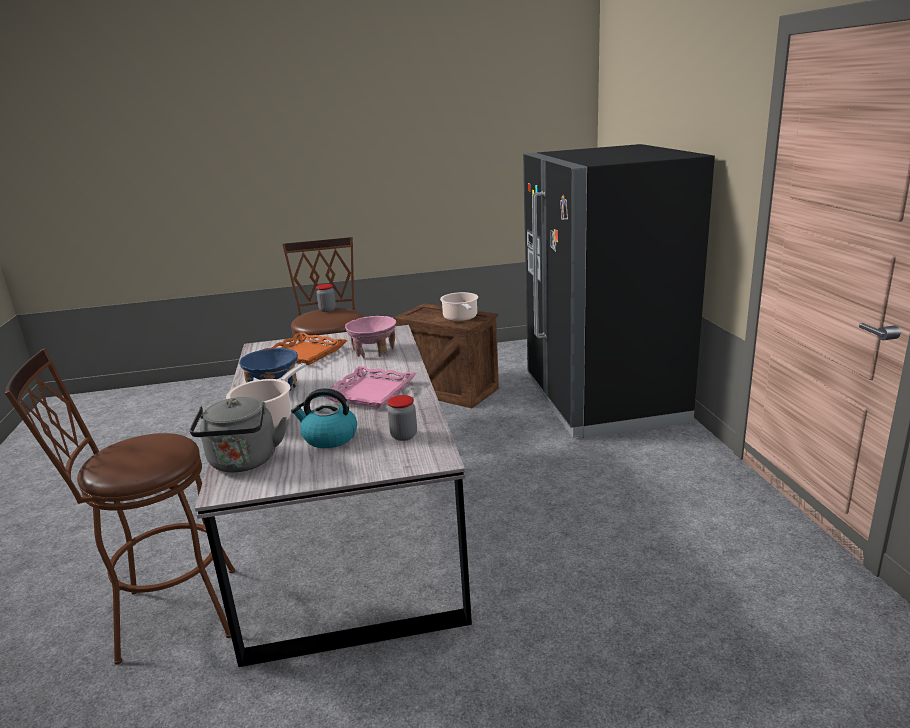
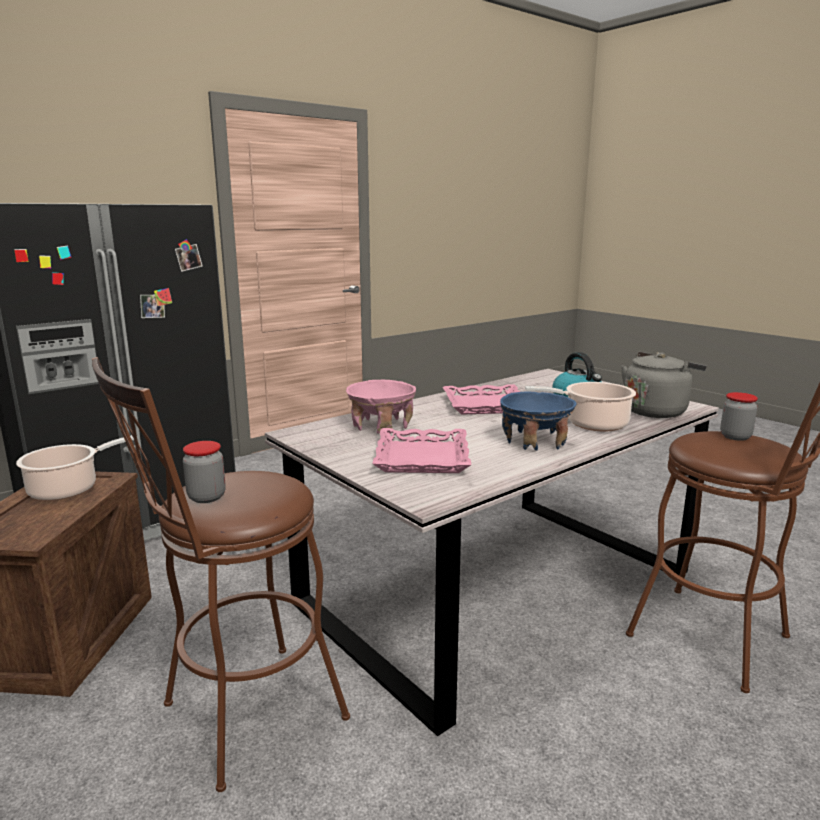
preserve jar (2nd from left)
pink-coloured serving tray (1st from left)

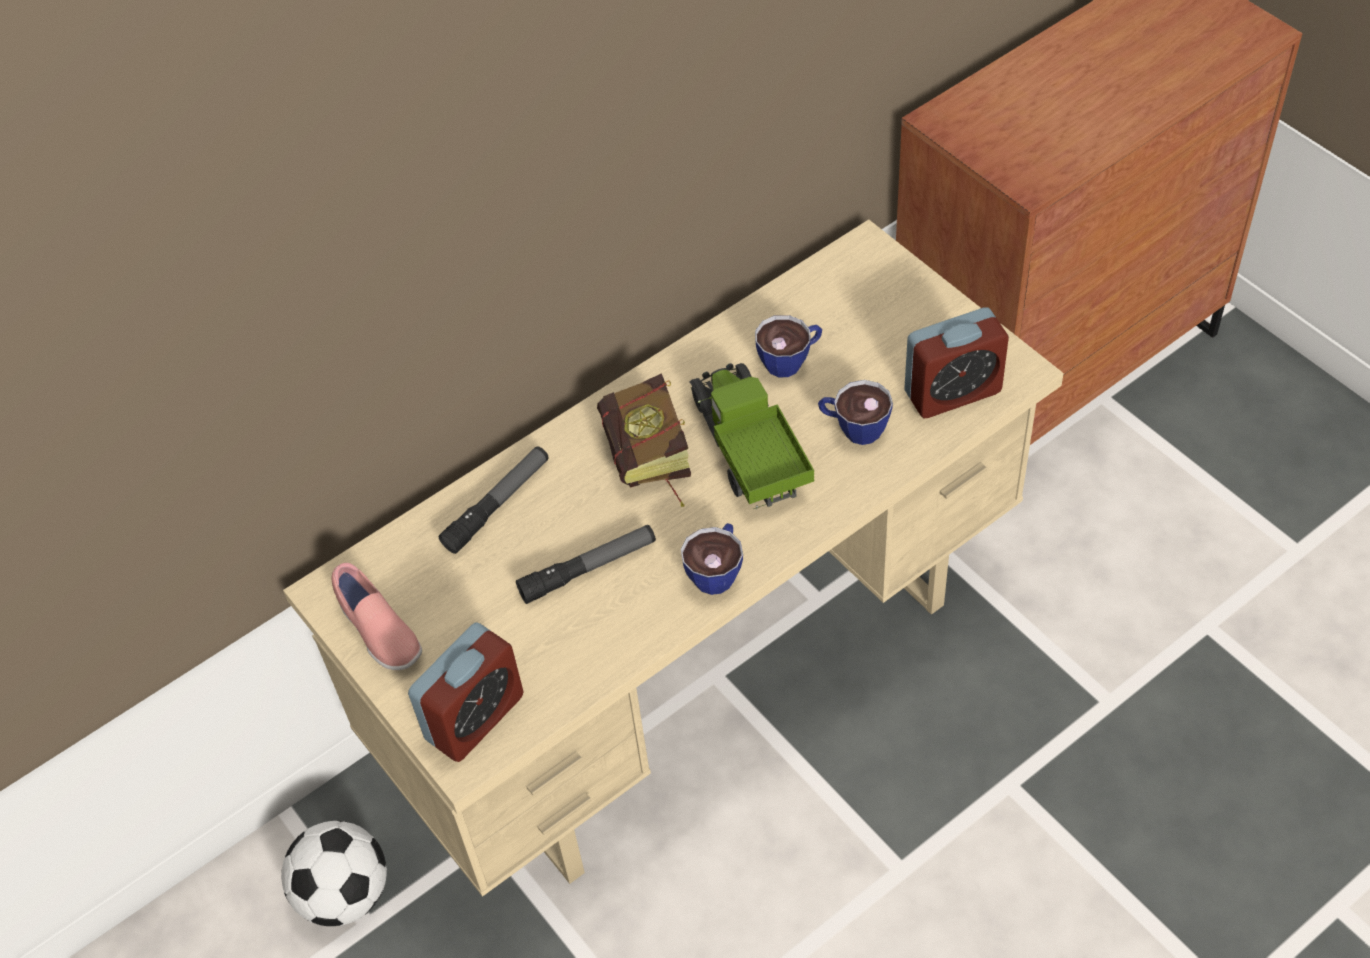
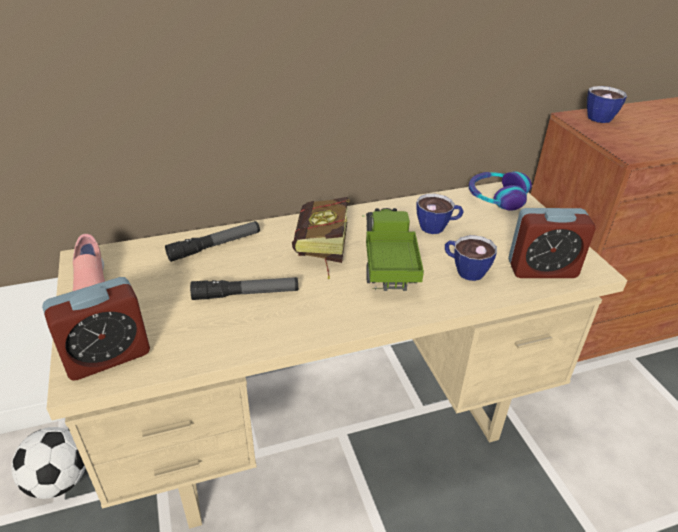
headphones
cup (3rd from left)

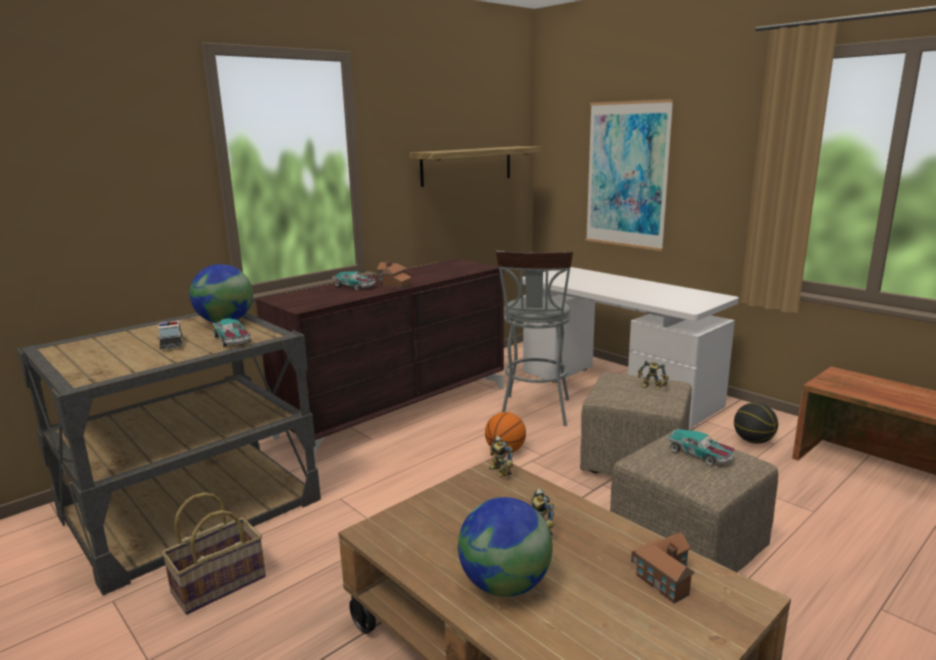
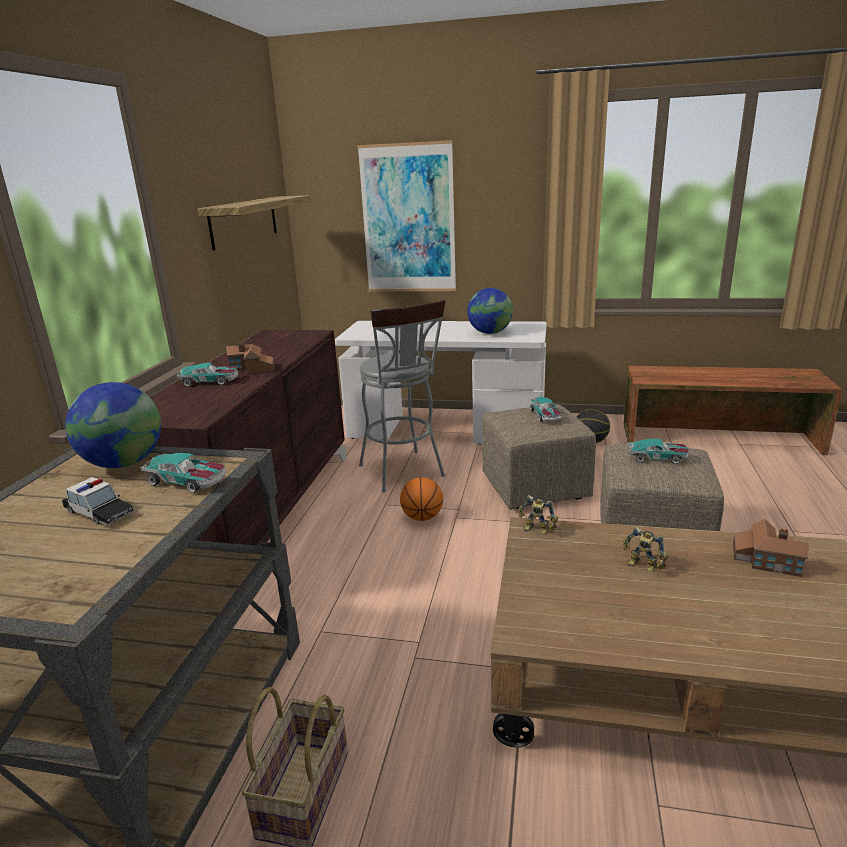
desk globe (2nd from left)
miniature car (4th from left)

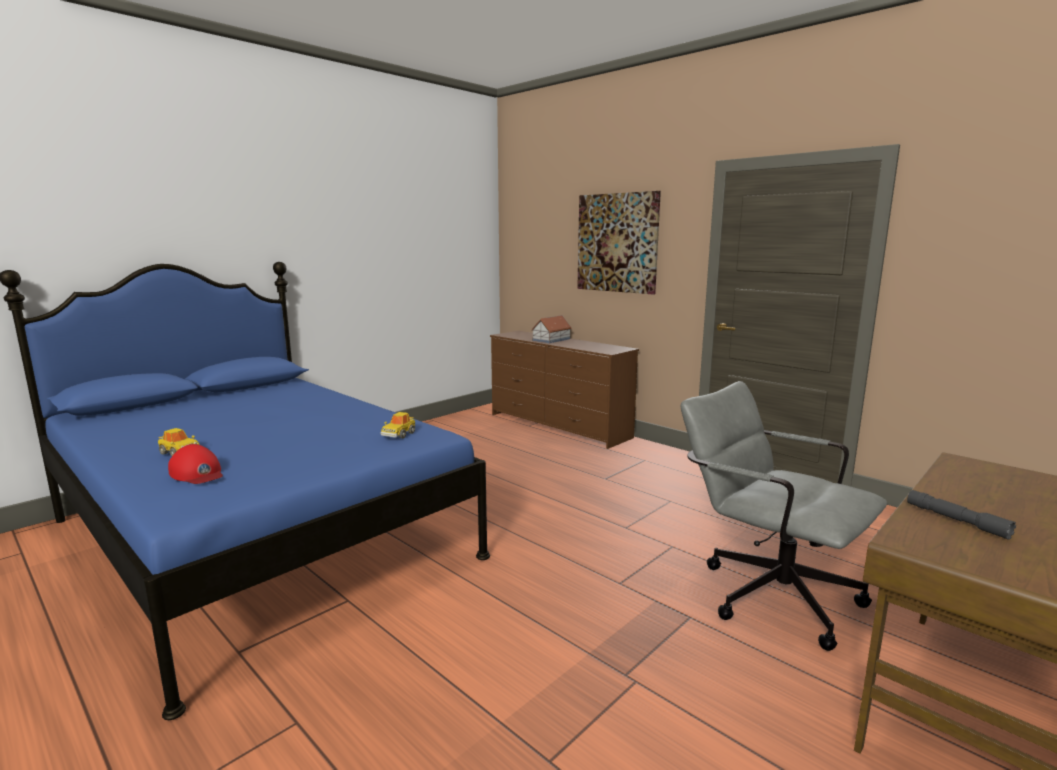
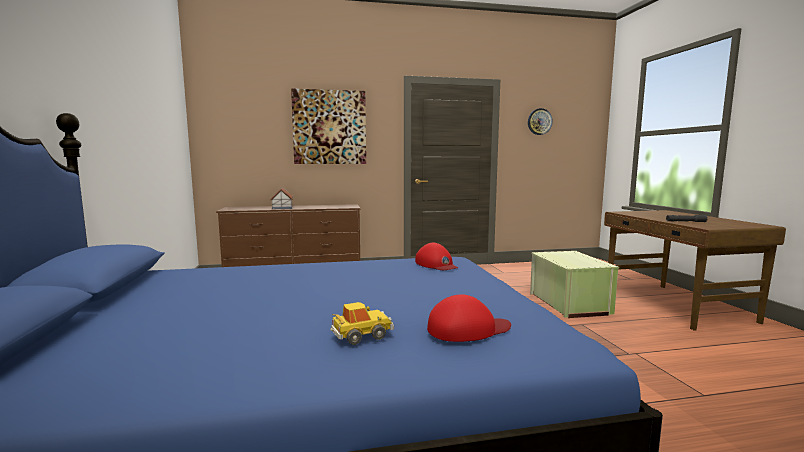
clock on the wall
red-coloured cap (1st from left)
greenish storage bin

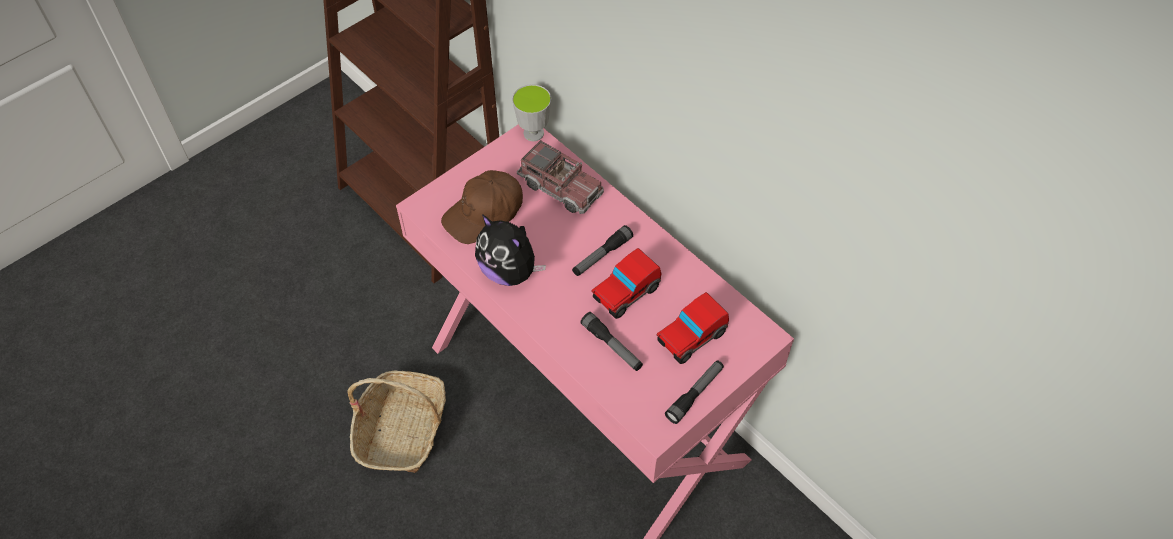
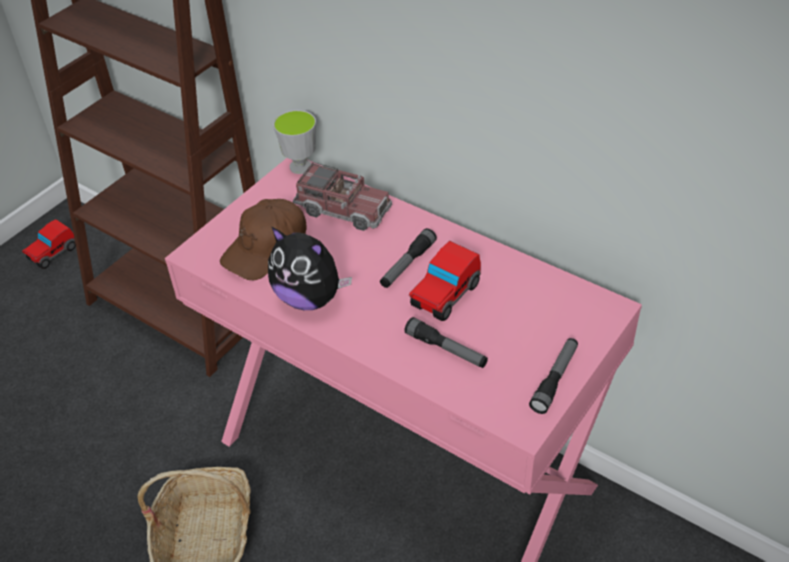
miniature car (1st from left)

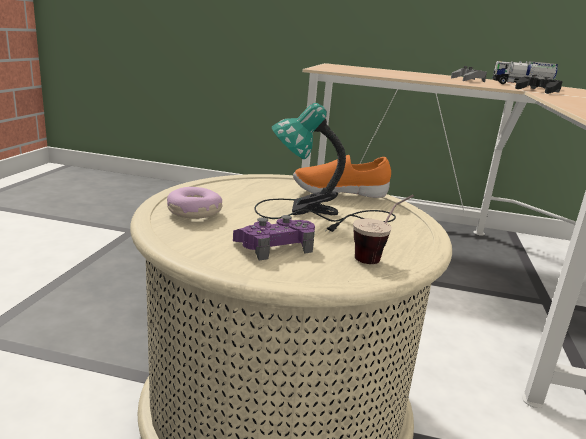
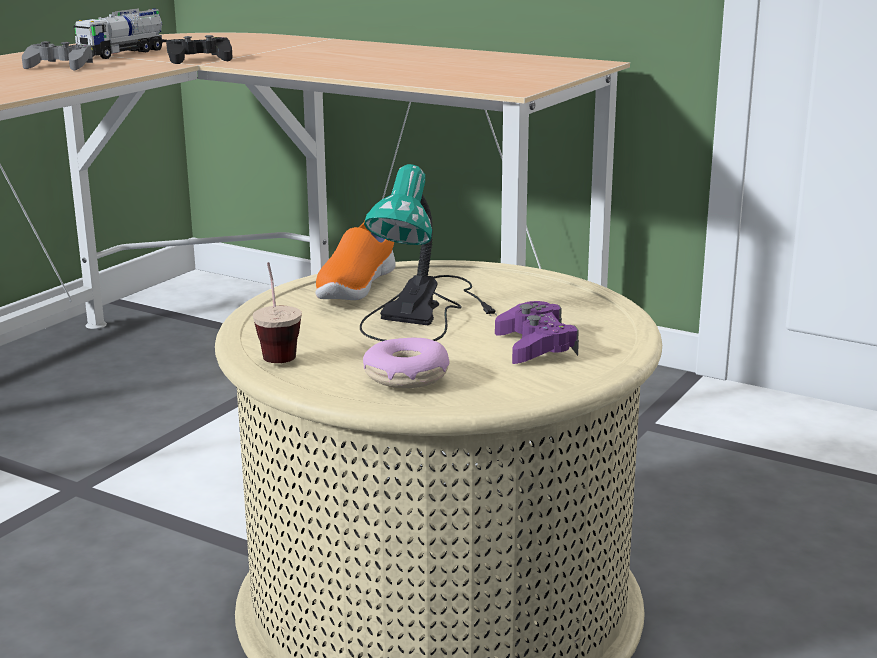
cup

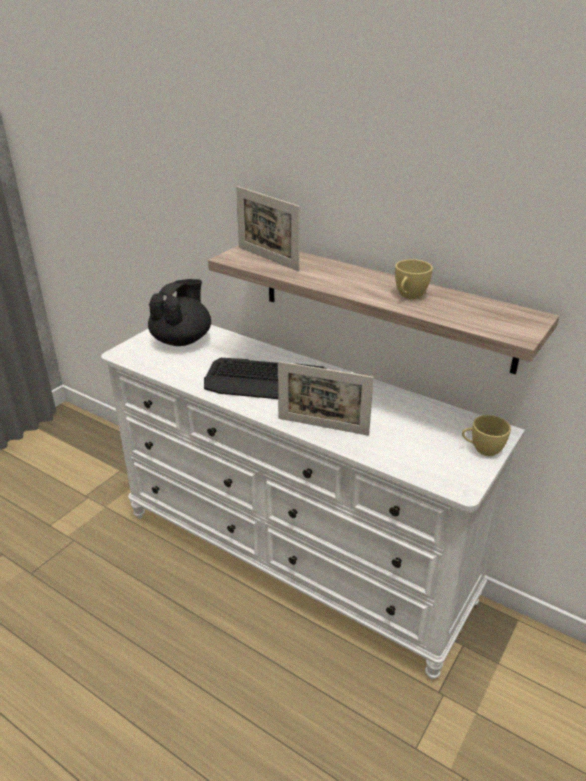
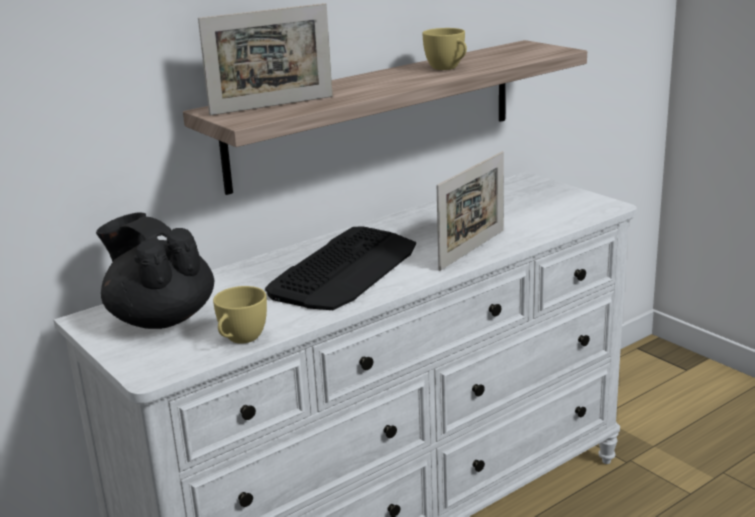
yellowish cup (1st from left)

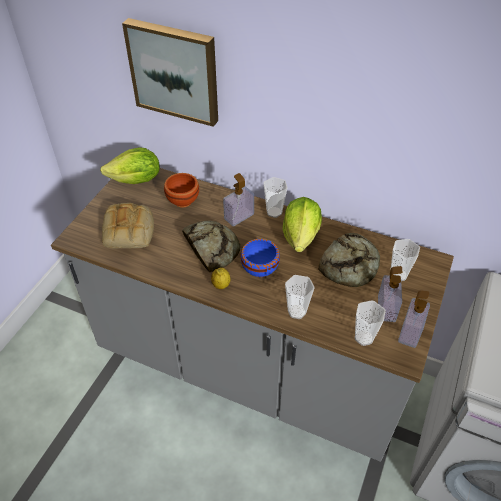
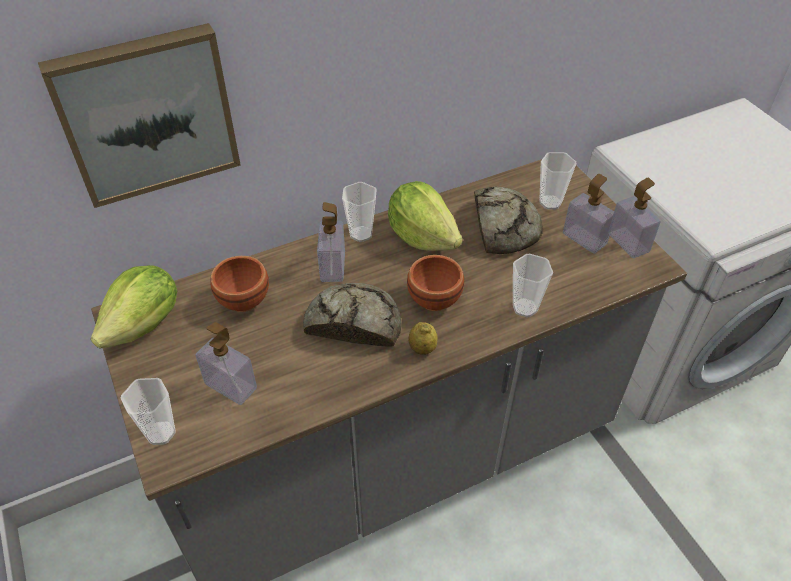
cup (1st from left)
soap bottle (1st from left)
brownish bowl (2nd from left)

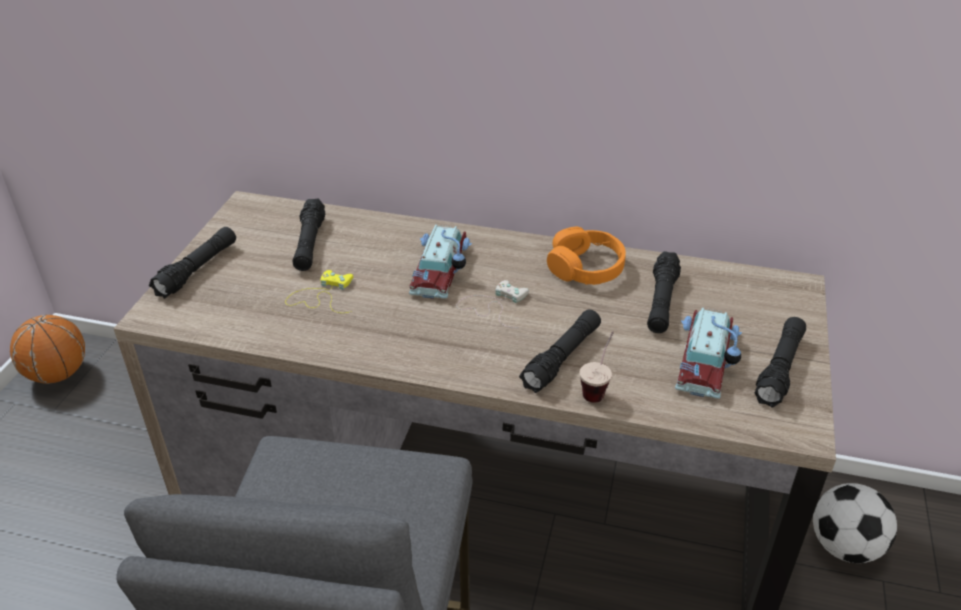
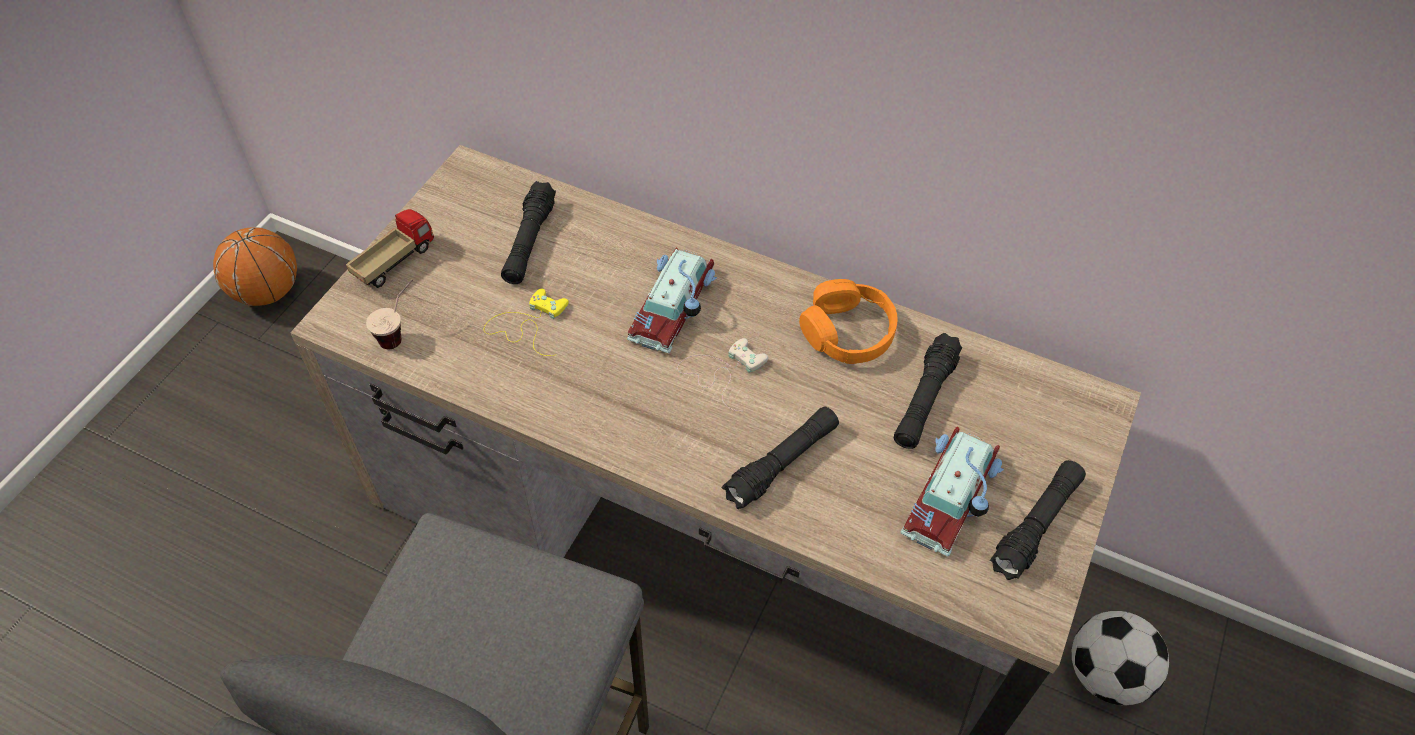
cup
toy truck

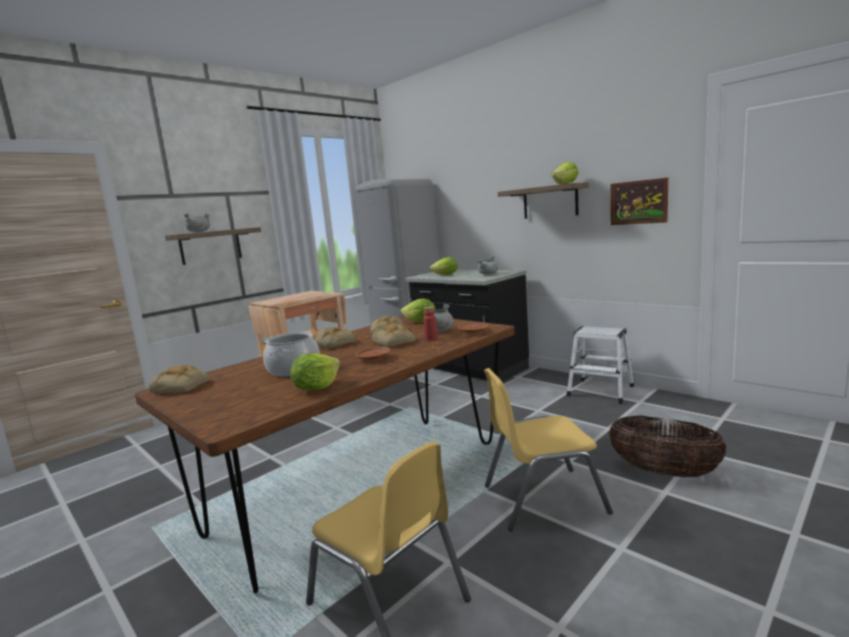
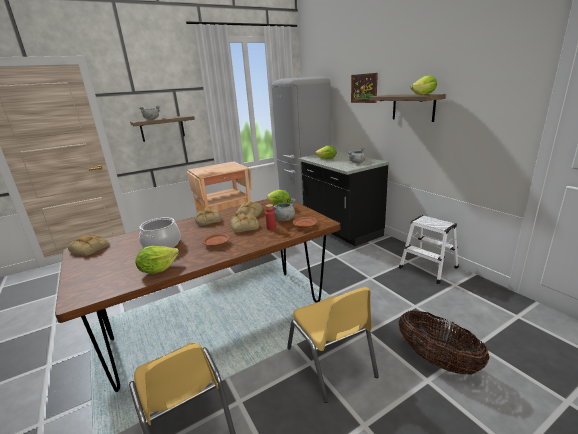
picture
yellowish chair (2nd from left)

